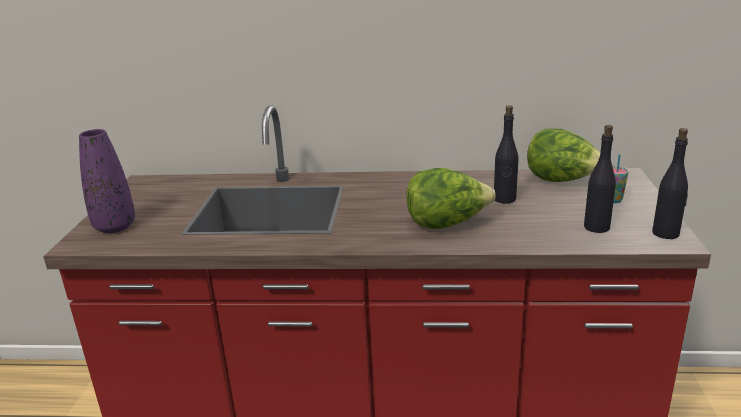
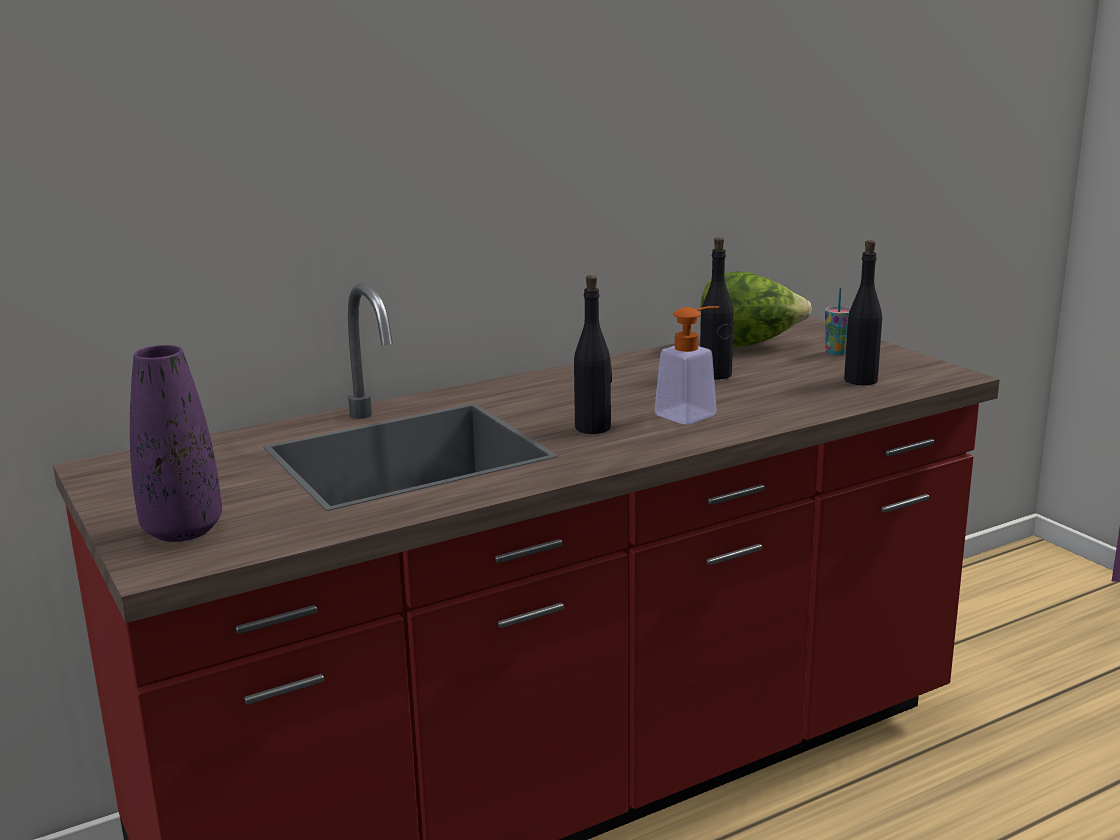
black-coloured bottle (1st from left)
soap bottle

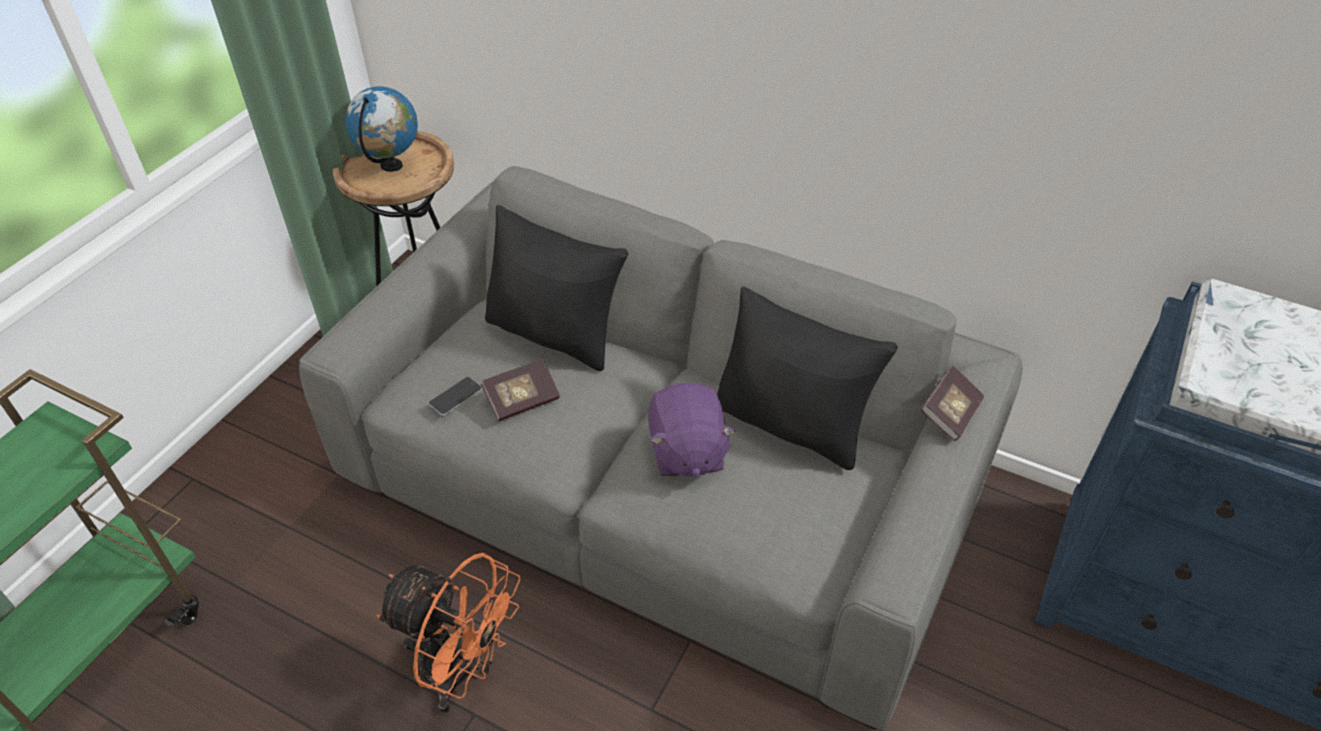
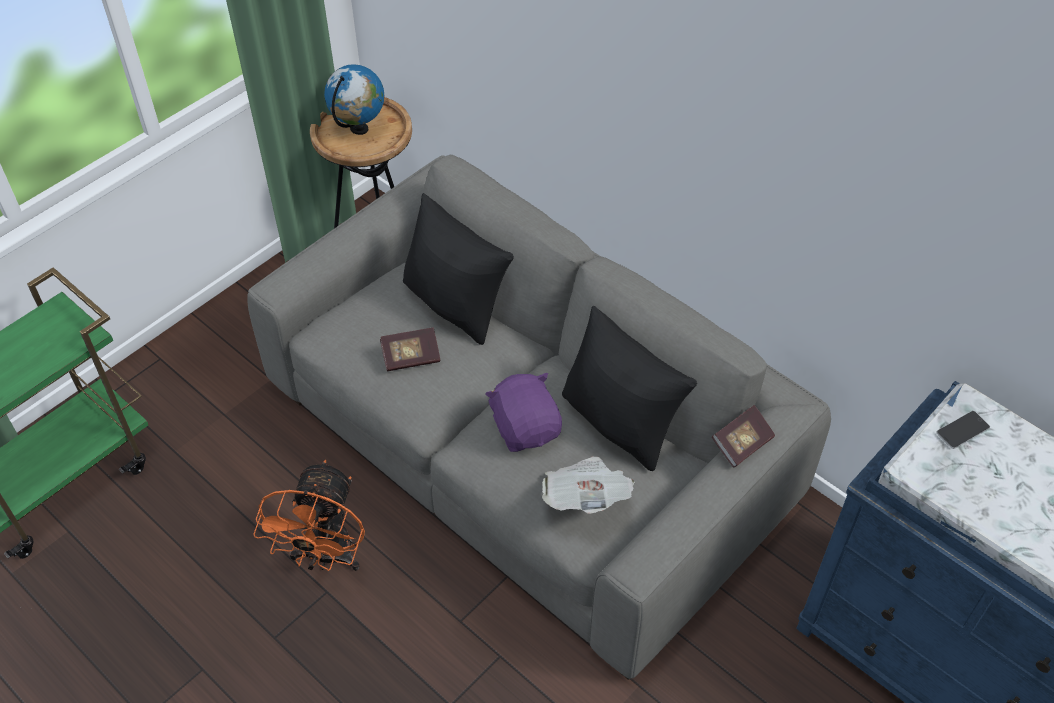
printed paper
telephone
orange-coloured electric fan
purple-coloured plush toy

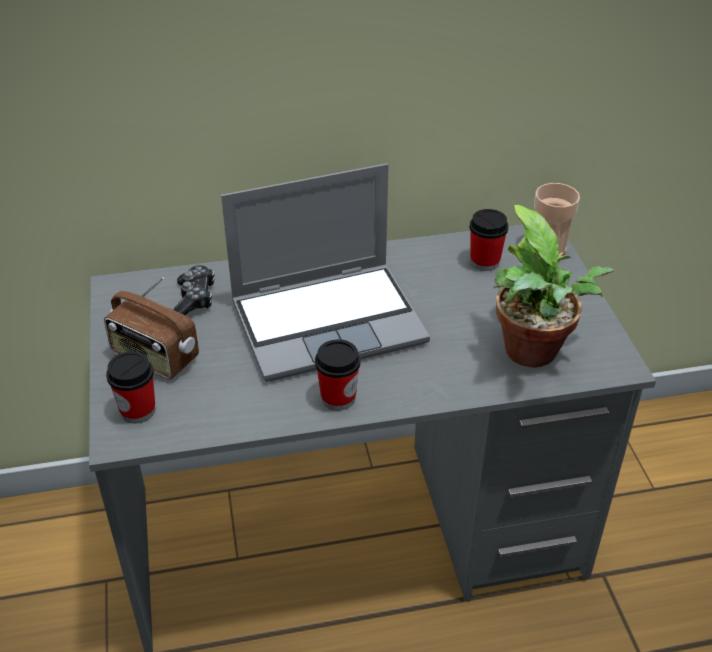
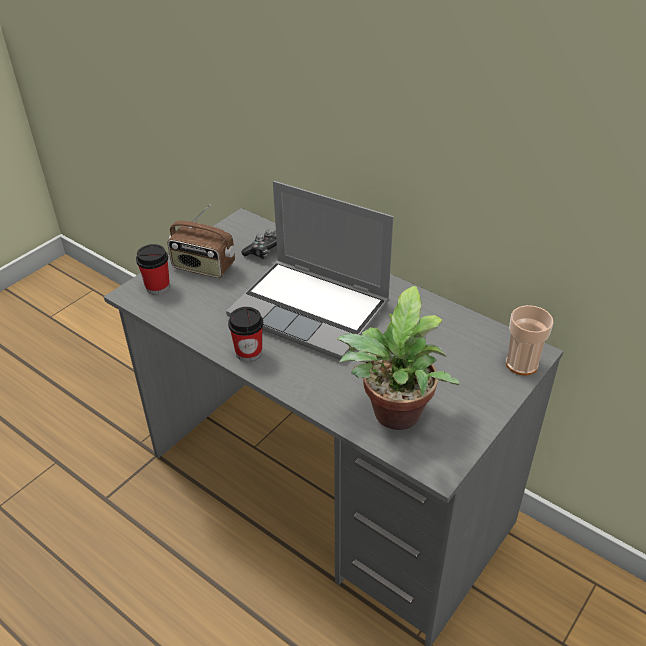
cup (3rd from left in the first image)
radio

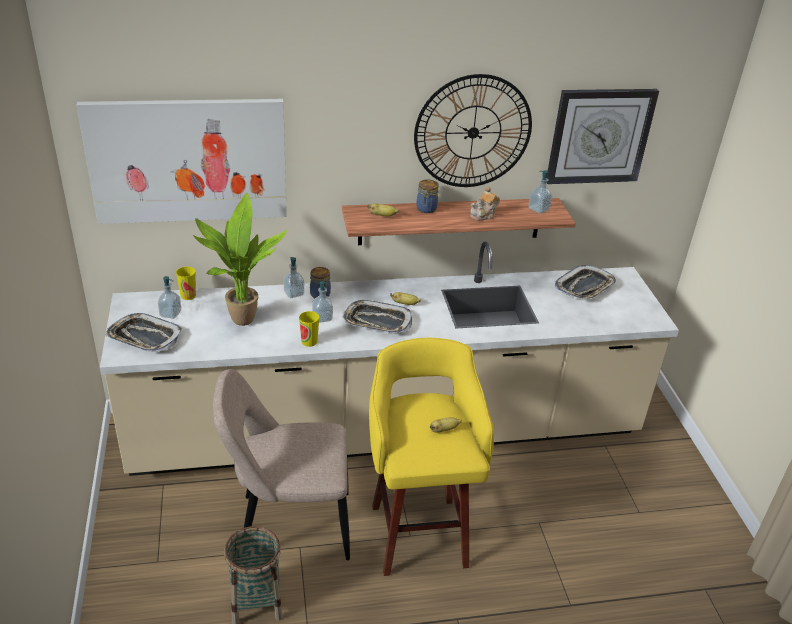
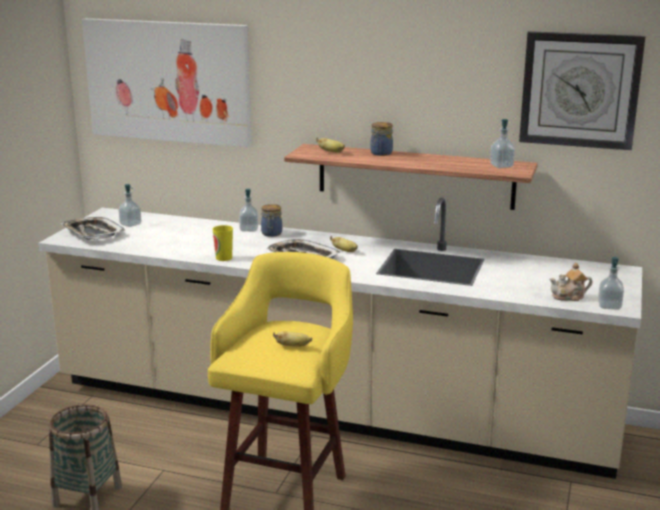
cup (1st from left in the first image)
plant in a pot
beige-coloured chair
clock on the wall (1st from left in the first image)
serving tray (3rd from left in the first image)
soap bottle (4th from left)
teapot

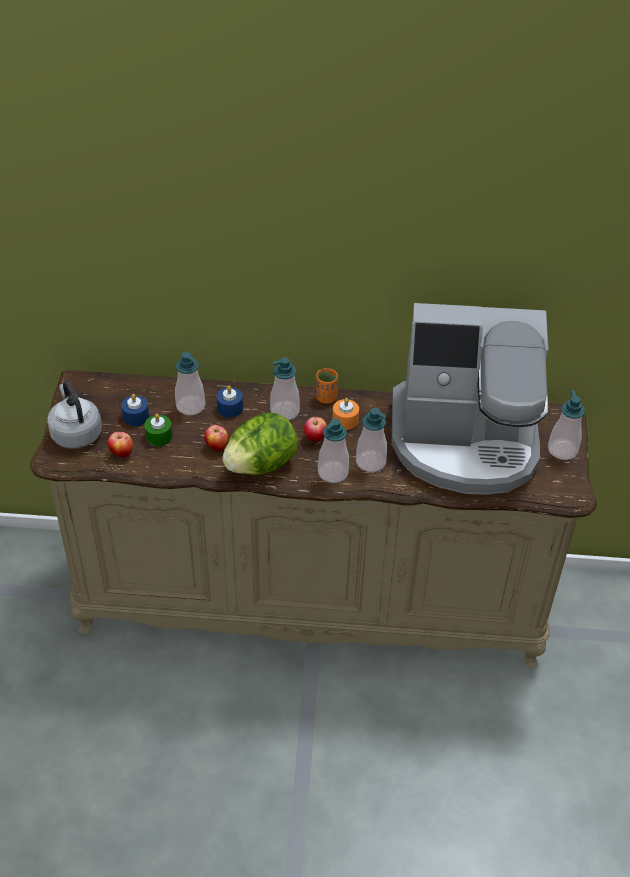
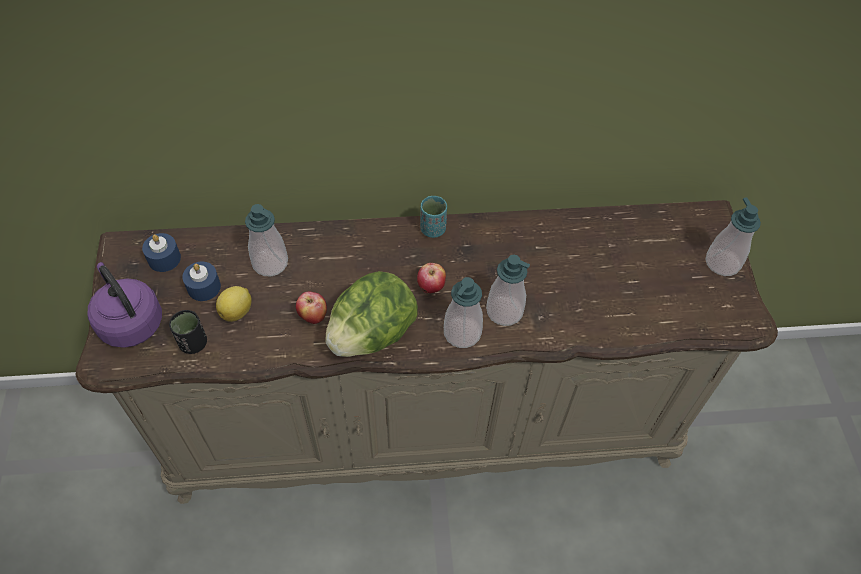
soap bottle (2nd from left in the first image)
orange-coloured wax light
coffee maker
bluish wax light (1st from left)
black-coloured cup
citrus fruit
purple-coloured kettle
turquoise-coloured cup

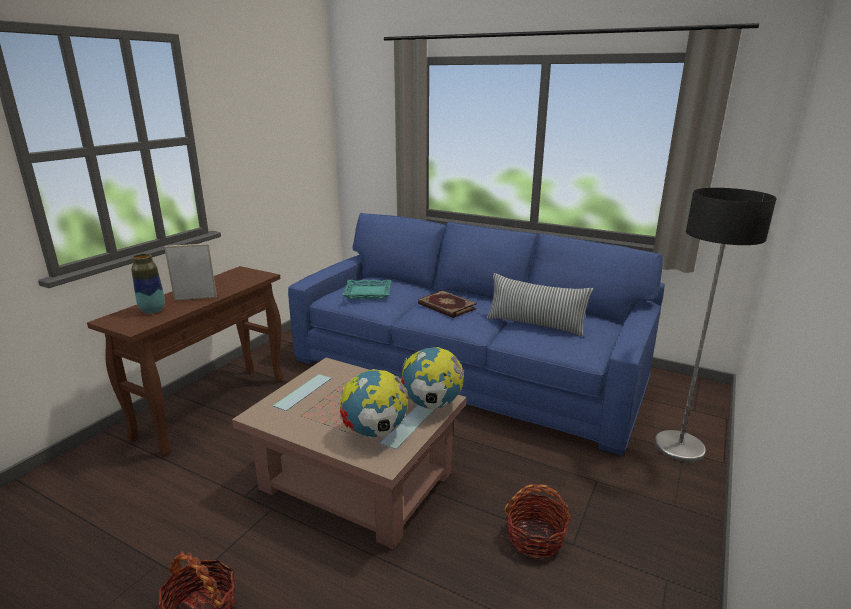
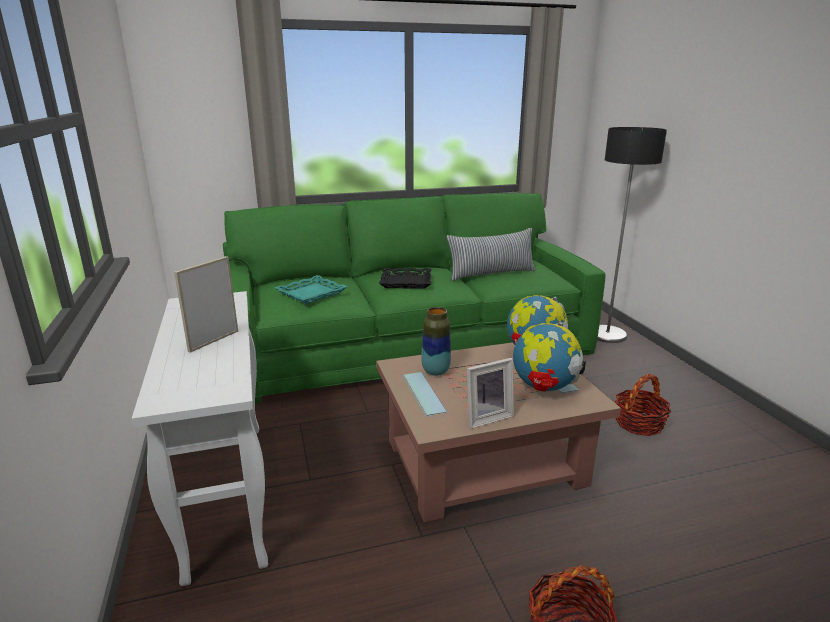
picture frame (2nd from left)
vase
black-coloured serving tray
white hall table
greenish couch

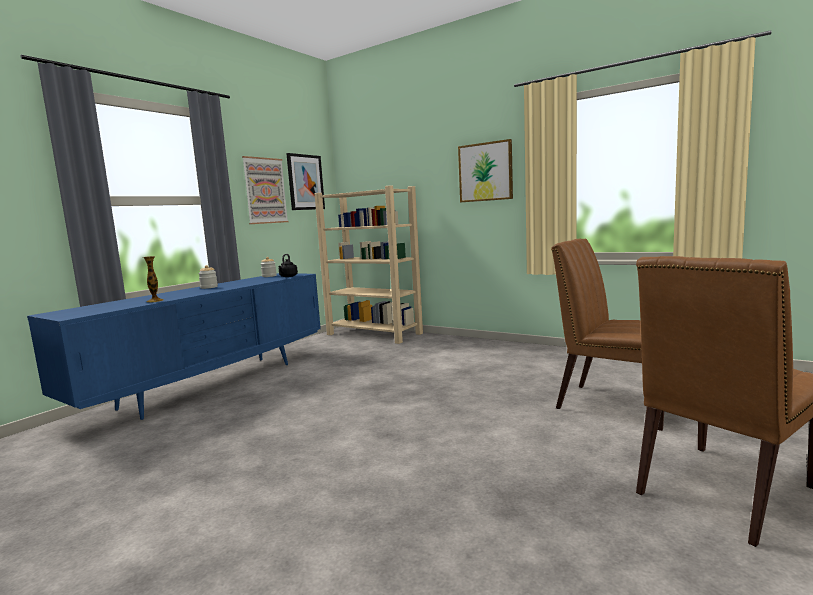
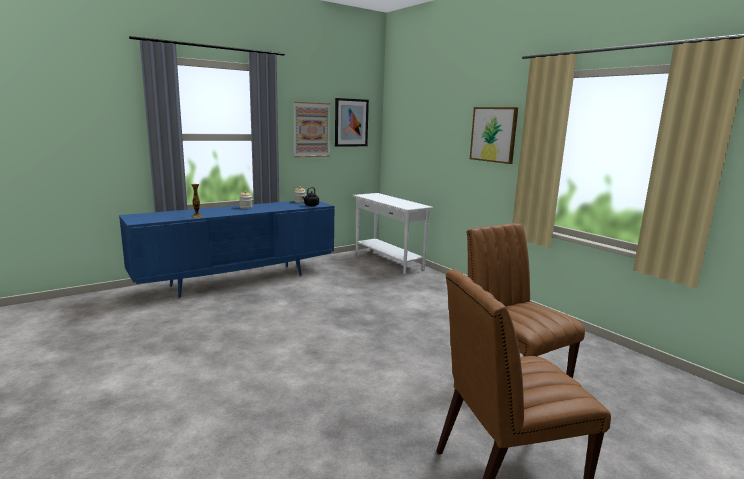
white hall table

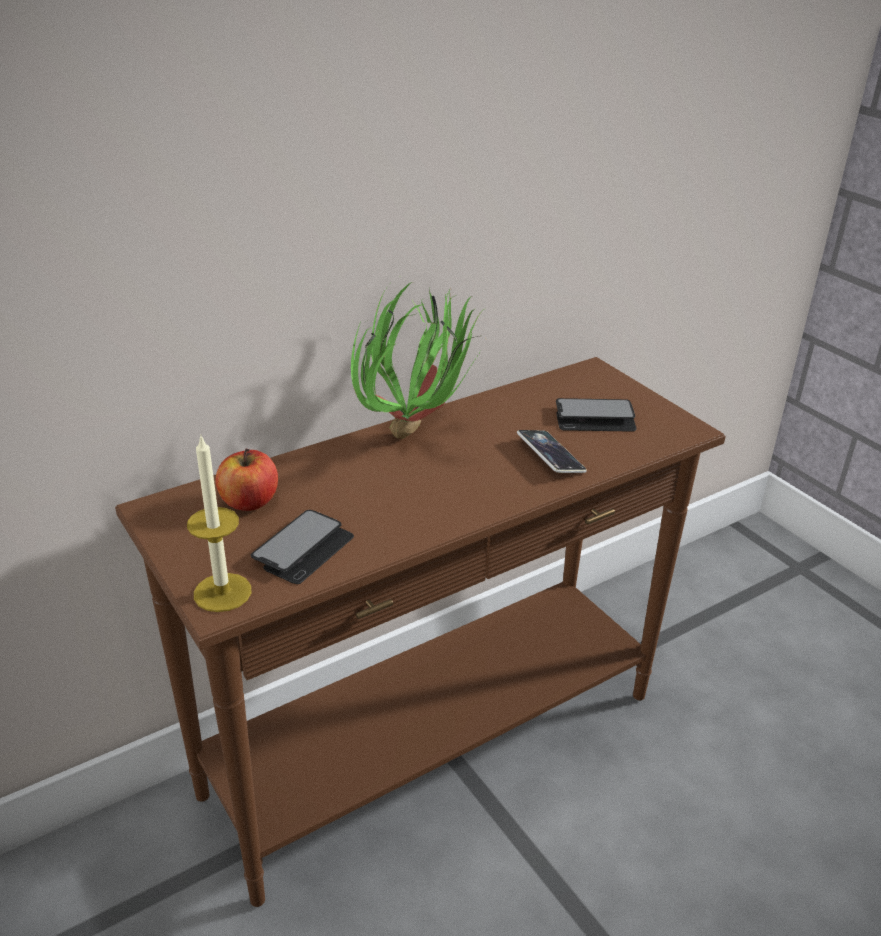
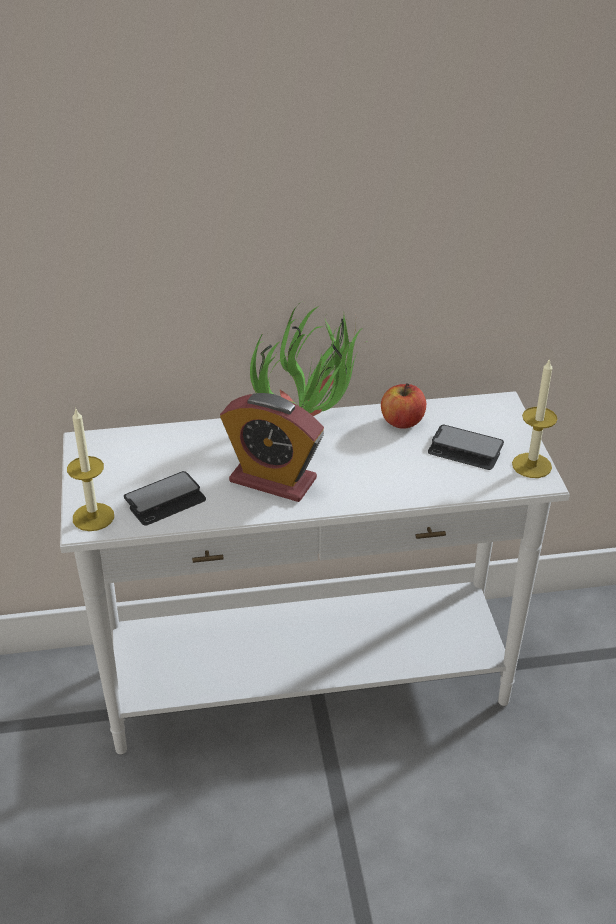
telephone (2nd from left in the first image)
alarm clock
wax light (2nd from left)
apple
white hall table

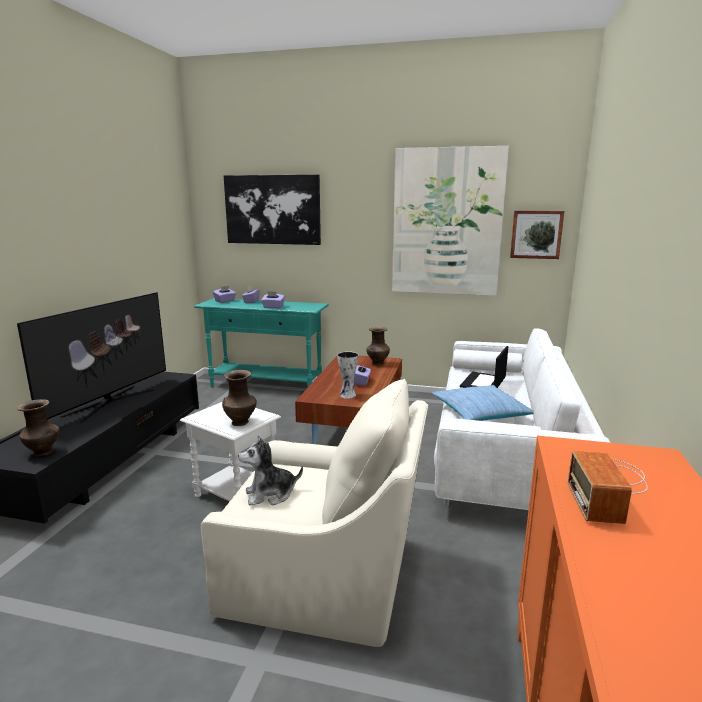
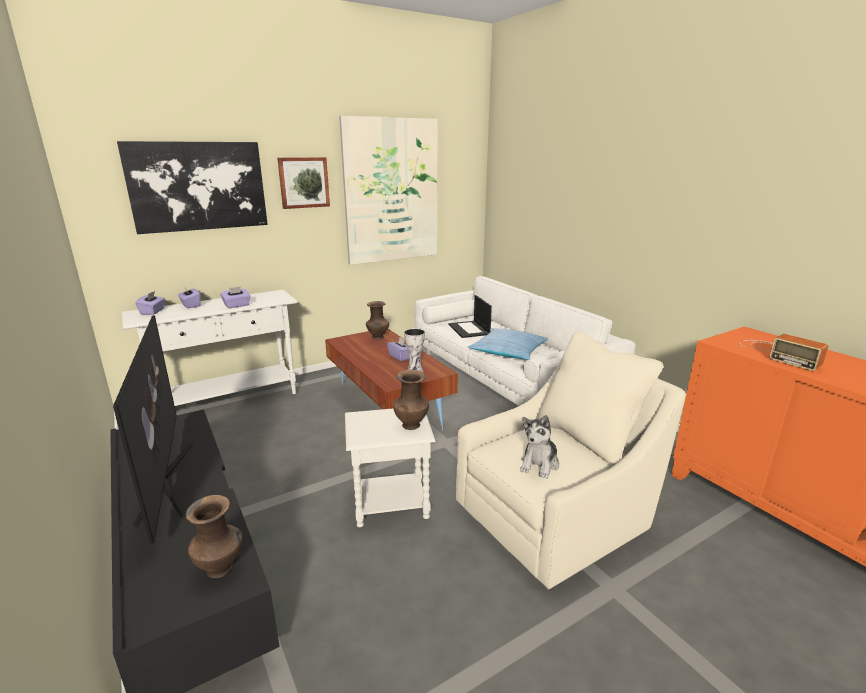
picture (2nd from left)
white hall table

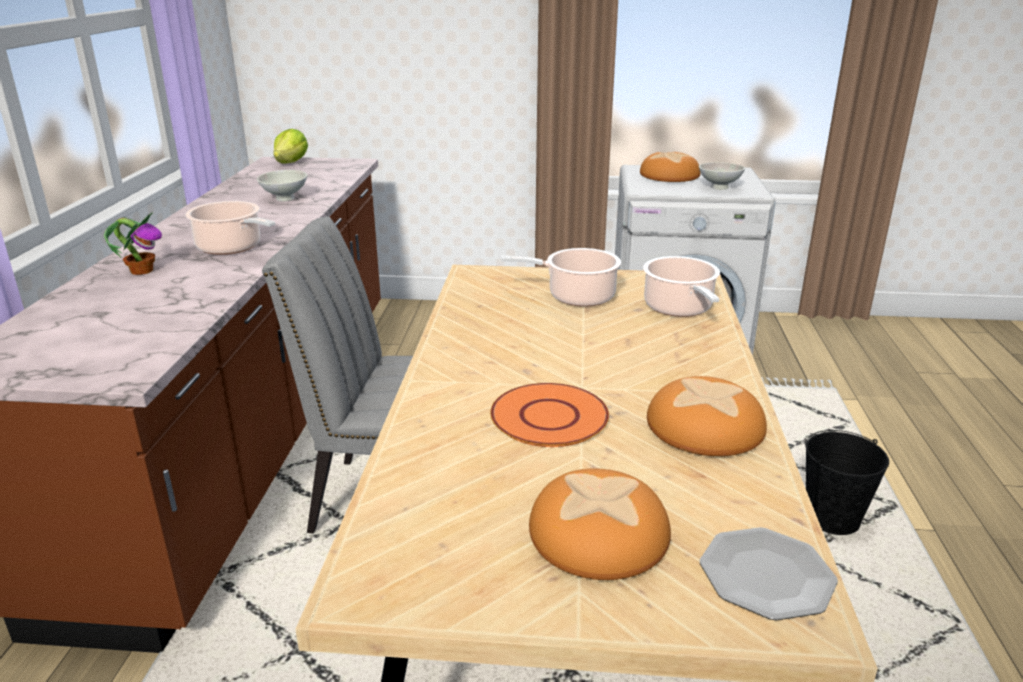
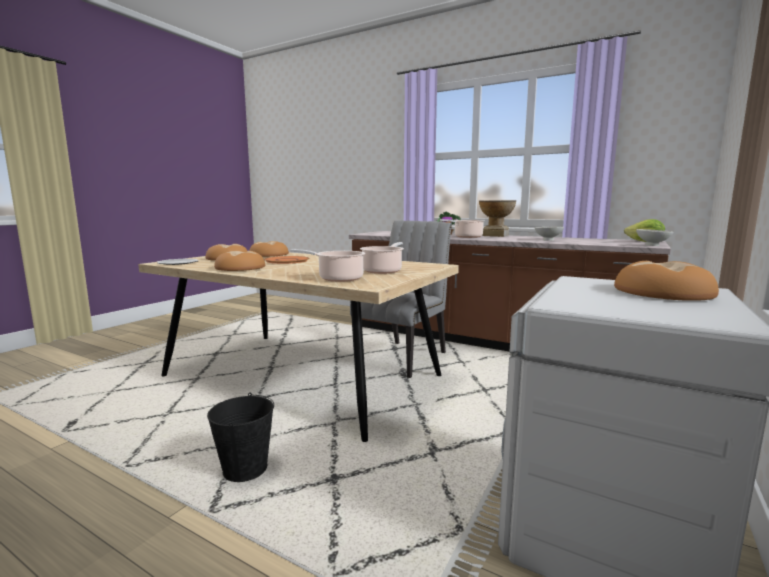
bakery bread (3rd from left)
vase
white bowl (2nd from left)

